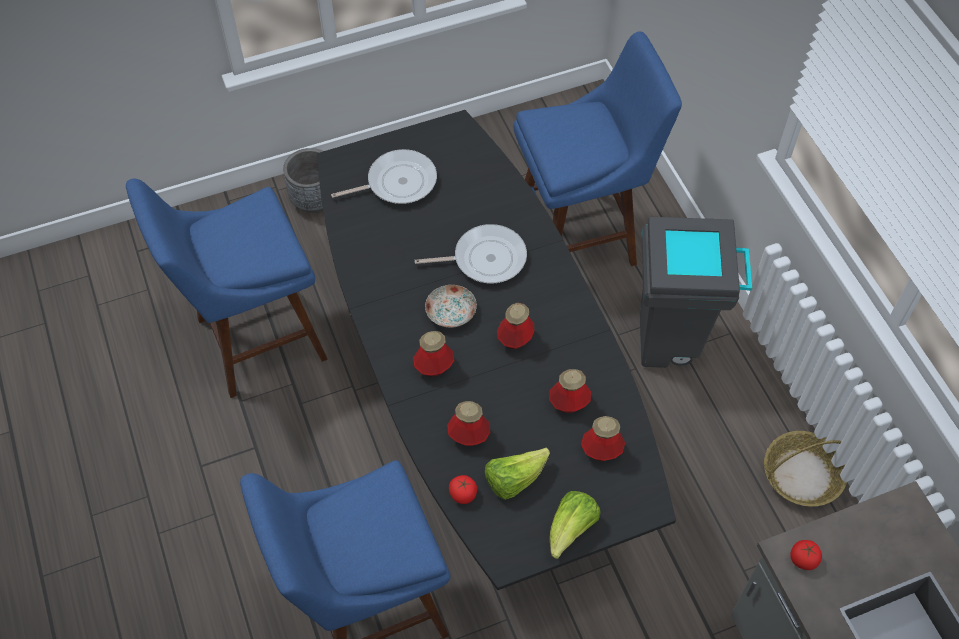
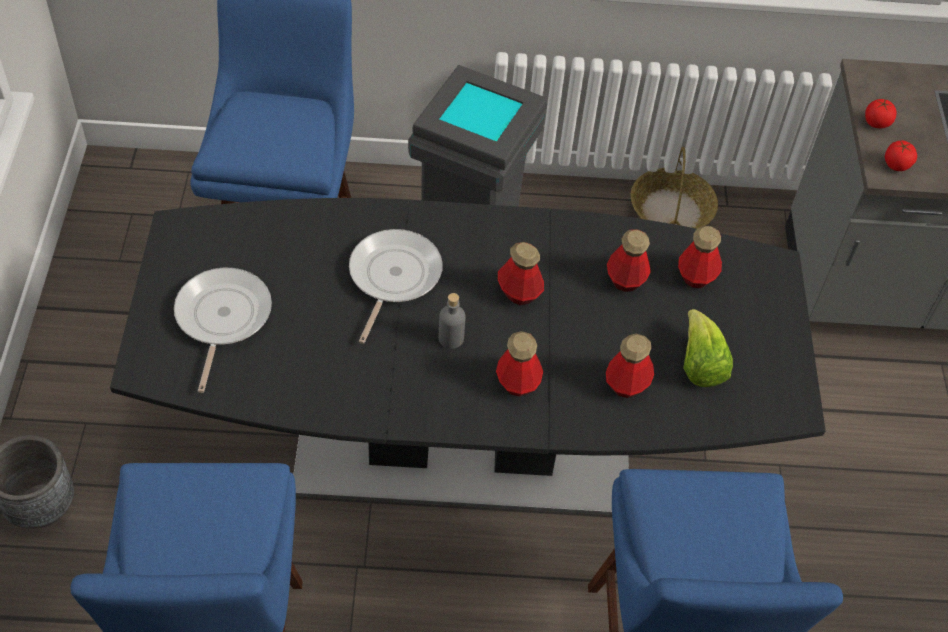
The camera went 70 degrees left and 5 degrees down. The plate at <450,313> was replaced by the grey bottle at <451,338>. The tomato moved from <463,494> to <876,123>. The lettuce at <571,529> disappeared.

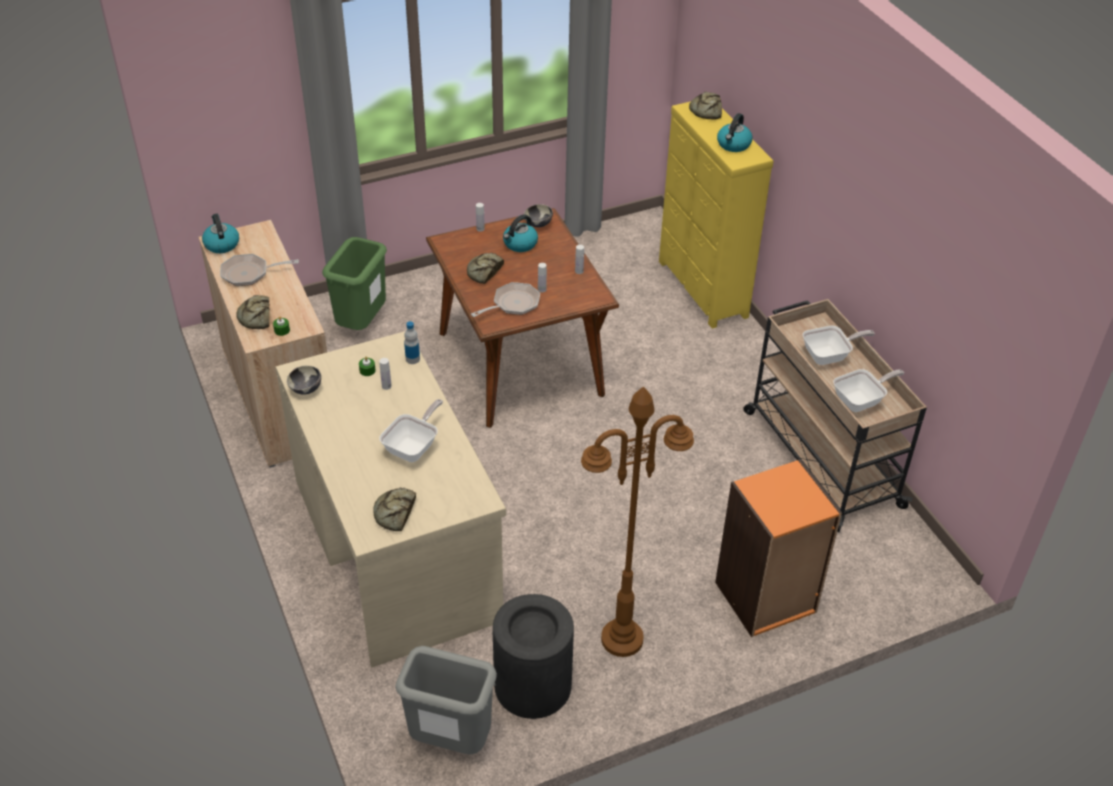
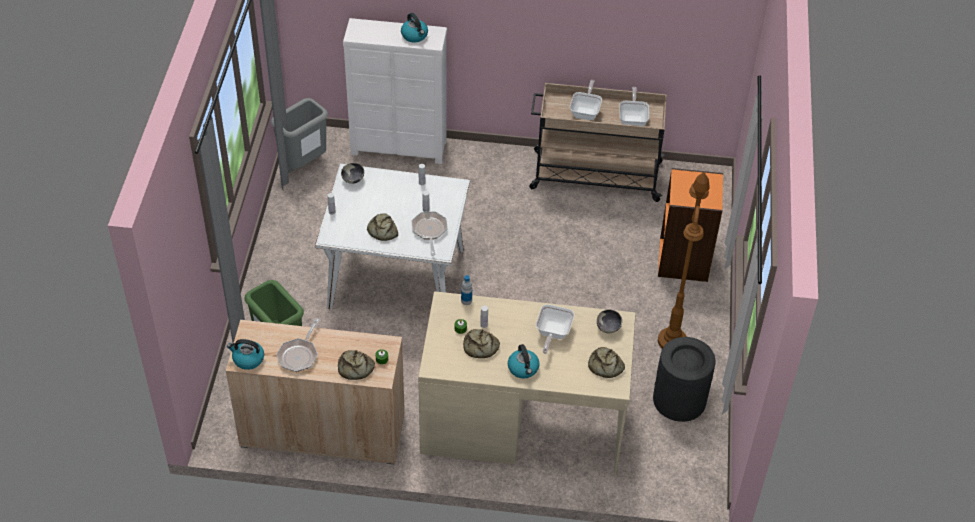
The camera went 60 degrees left and 5 degrees up. The bread moved from <706,111> to <480,347>. The yellow dresser at <701,289> became the white dresser at <399,148>. The brown dining table at <520,363> became the white dining table at <396,278>. The kettle moved from <520,244> to <523,368>. The bowl moved from <306,390> to <608,328>. The frying pan at <414,447> turned 135 degrees counterclockwise. The grey trash can moved from <450,742> to <304,164>.

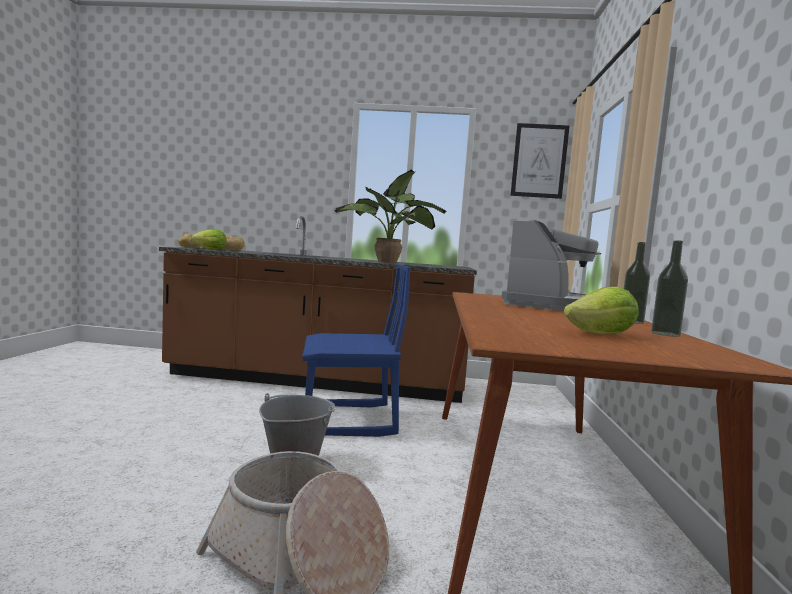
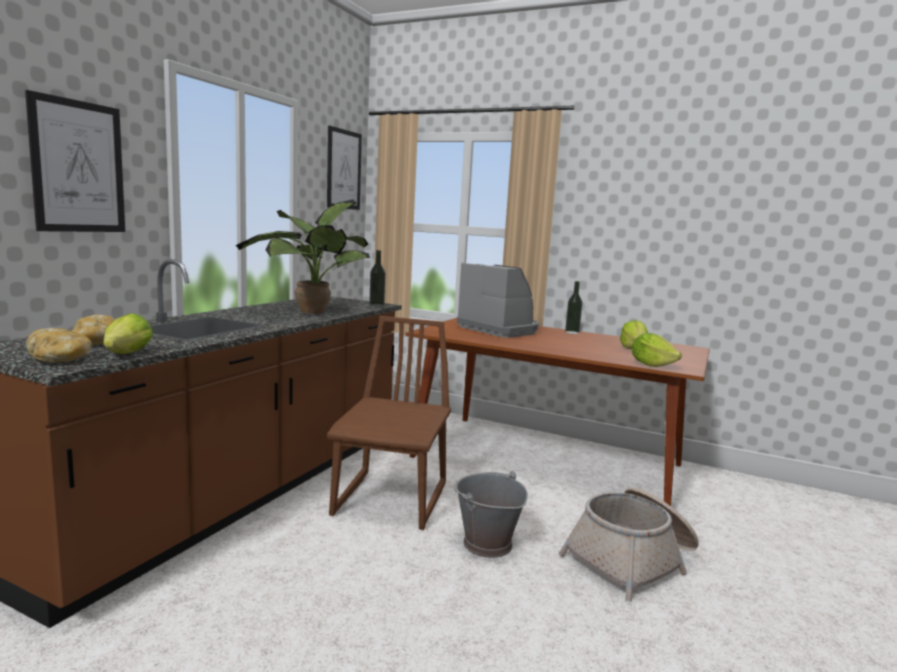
The camera went 70 degrees left and 5 degrees up. The bottle moved from <665,334> to <376,305>. The blue chair at <348,420> became the brown chair at <392,500>. The picture at <78,167> appeared. The lettuce at <652,365> appeared.

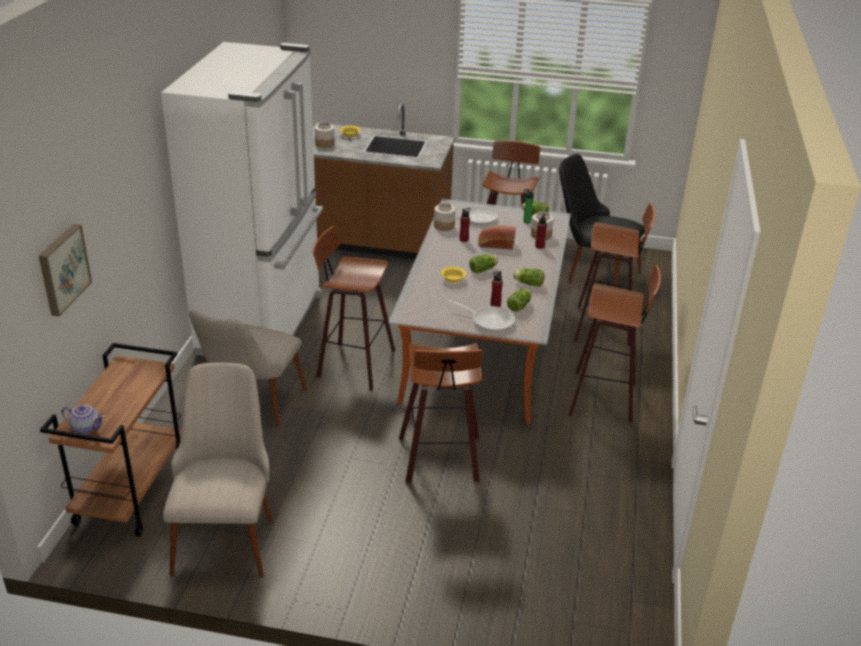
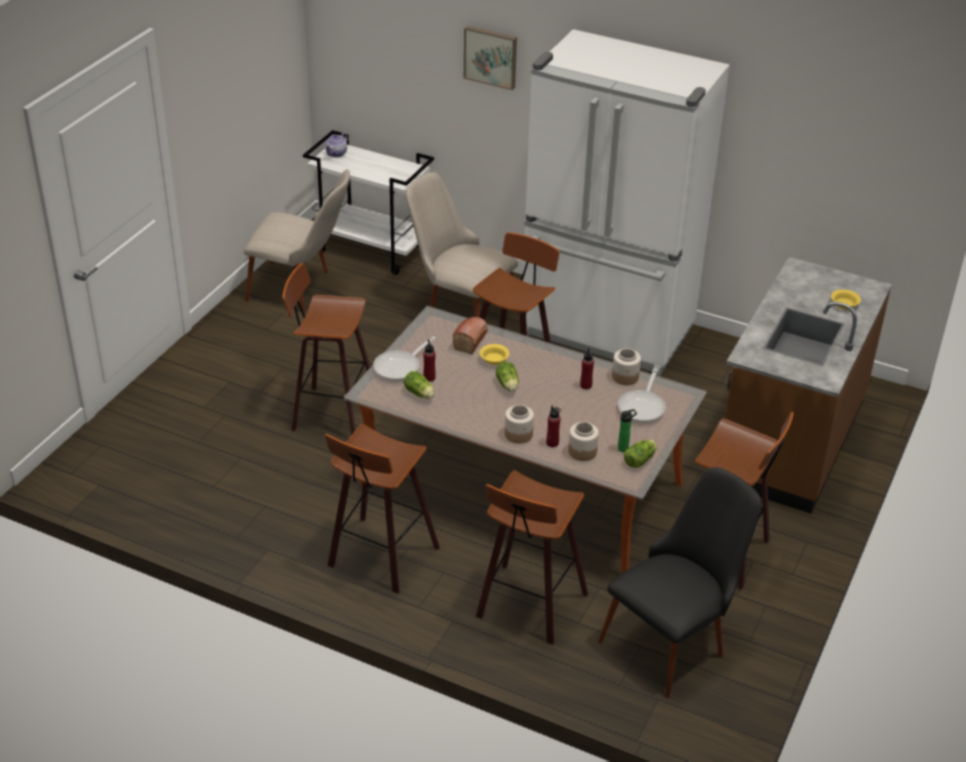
The camera went 105 degrees right and 5 degrees up. The jar moved from <325,144> to <519,434>. The picture moved from <62,269> to <491,56>. The bread moved from <495,244> to <471,340>. The lettuce at <528,283> disappeared. The brown cart at <131,492> became the white cart at <372,249>.

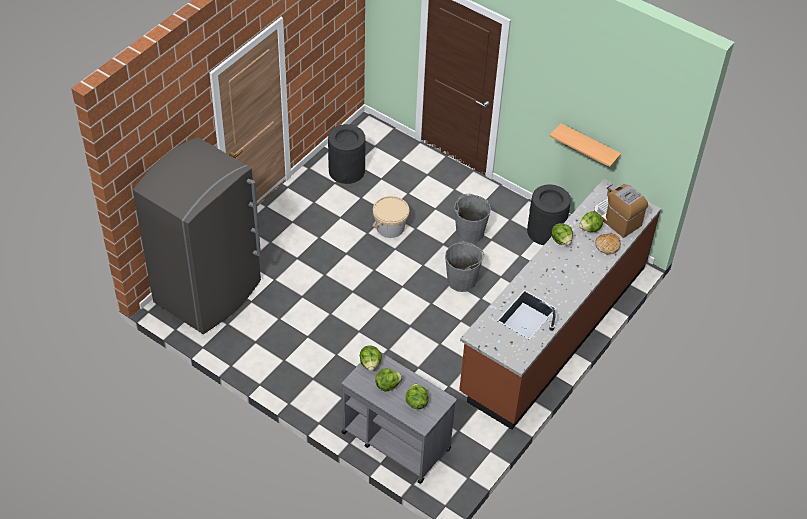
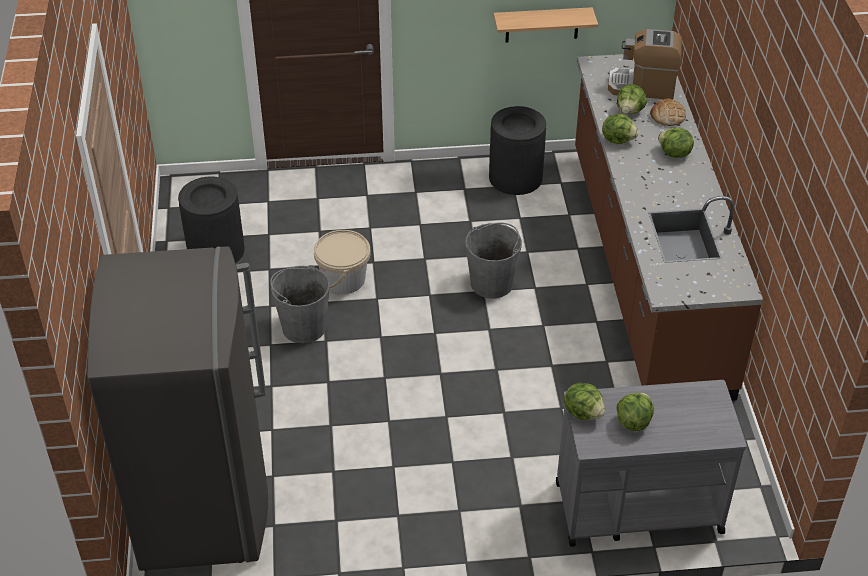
The camera went 40 degrees left and 5 degrees down. The grey bucket moved from <469,232> to <303,327>. The lettuce moved from <416,402> to <674,154>.

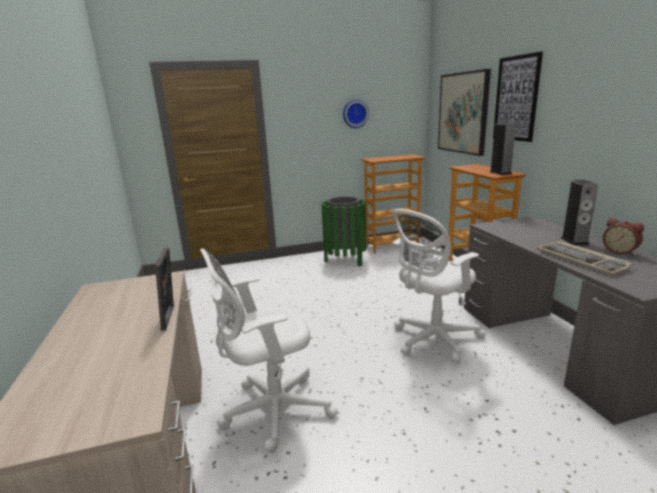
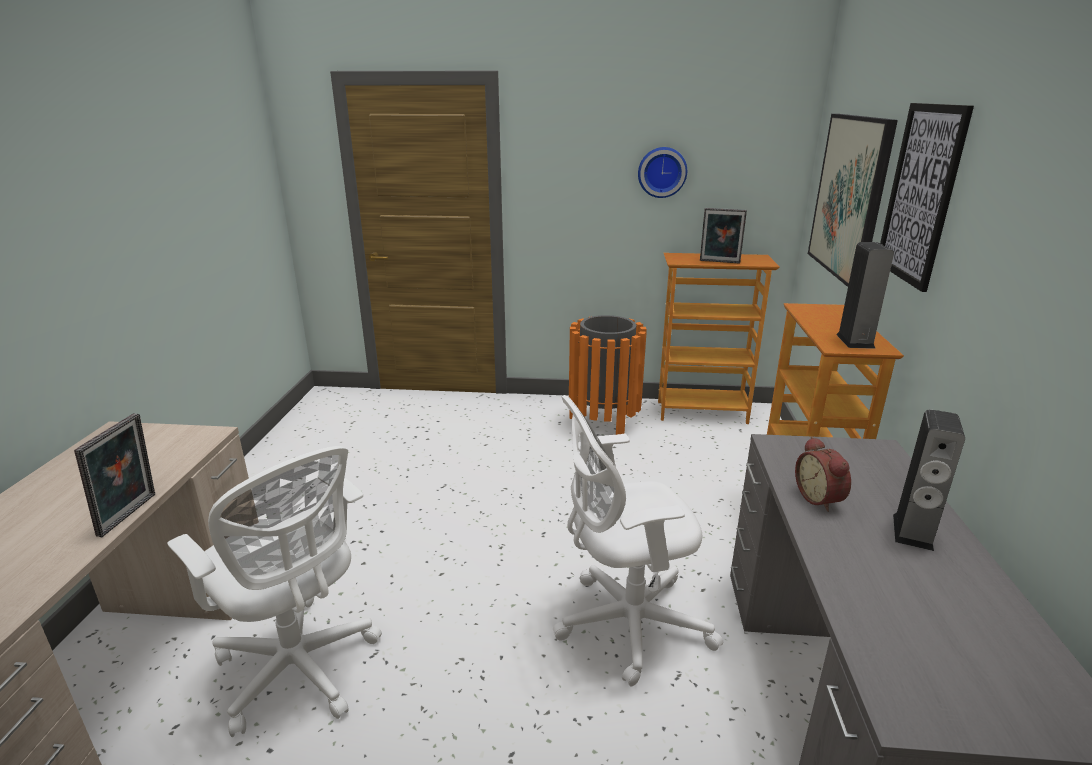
The camera went 20 degrees right and 5 degrees up. The green trash can at <345,260> became the orange trash can at <604,423>. The alarm clock moved from <620,251> to <820,498>. The keyboard at <582,260> disappeared. The white office chair at <271,411> turned 135 degrees counterclockwise. The picture frame at <719,262> appeared.

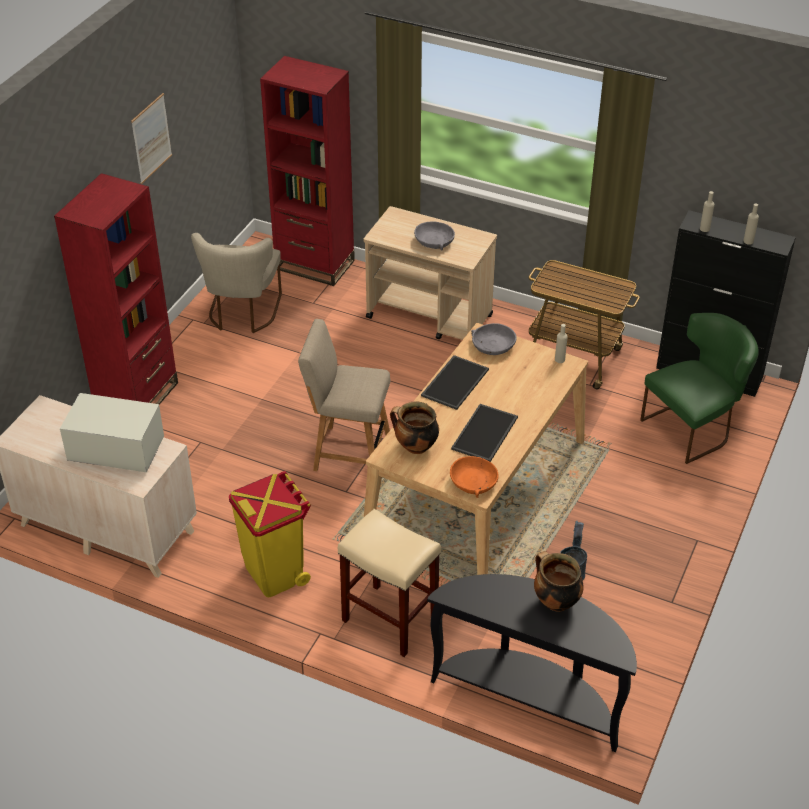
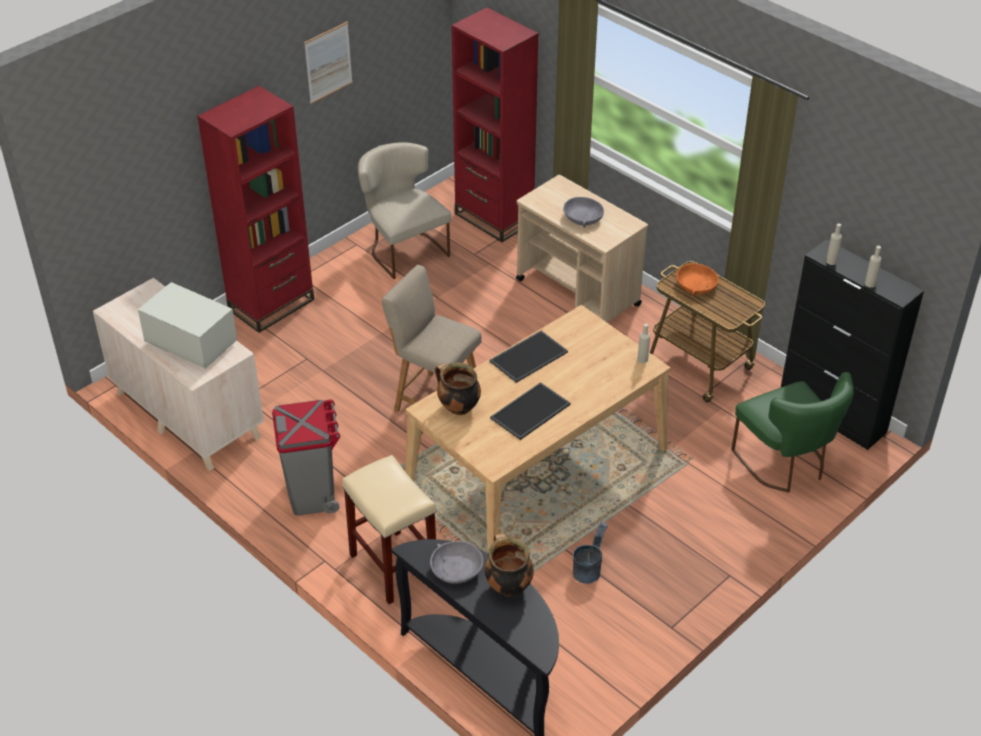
The camera went 20 degrees right and 0 degrees up. The beige chair at <242,314> turned 120 degrees clockwise. The green chair at <693,428> turned 75 degrees clockwise. The grey bowl moved from <493,345> to <456,569>. The orange bowl moved from <473,482> to <696,285>. The yellow trash can at <275,572> became the grey trash can at <312,494>.

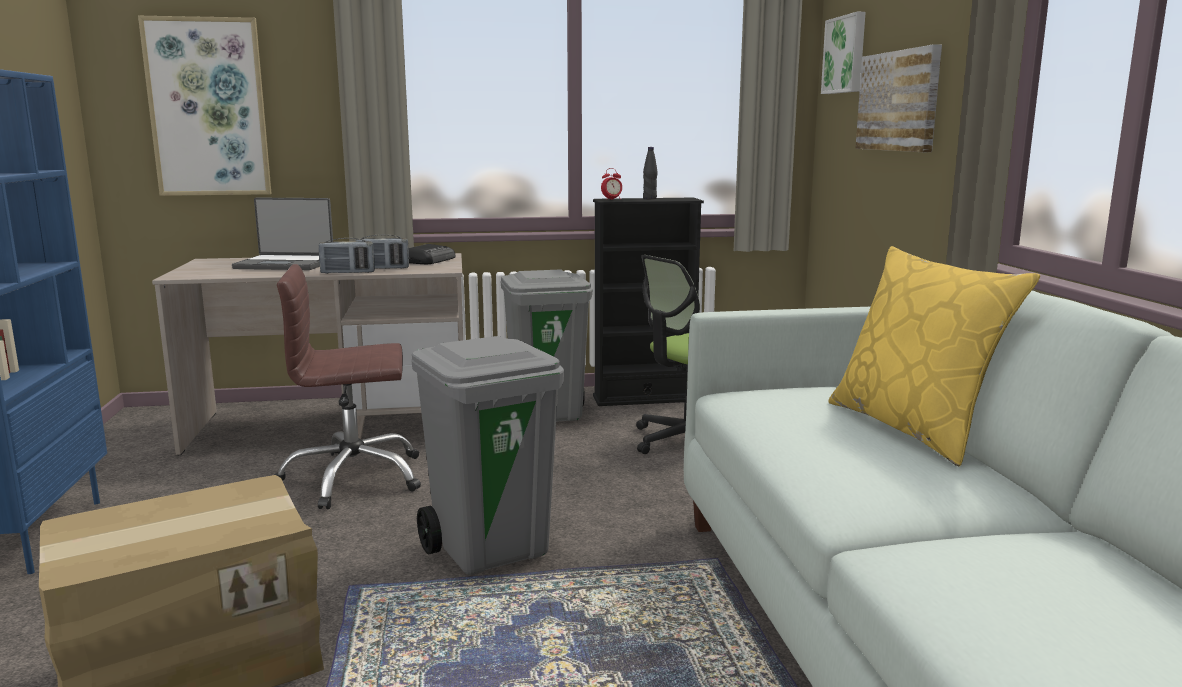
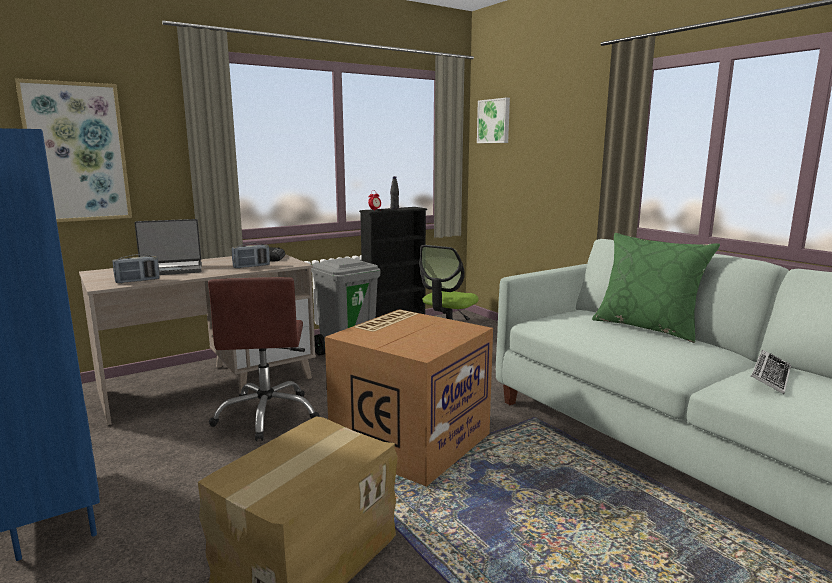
The camera went 25 degrees left and 0 degrees up. The picture at <899,101> disappeared. The radio moved from <348,273> to <137,281>. The yellow pillow at <913,428> became the green pillow at <647,327>. The brown office chair at <353,478> turned 60 degrees counterclockwise. The grey trash can at <492,549> was replaced by the cardboard box at <410,440>. The keyboard at <770,376> appeared.

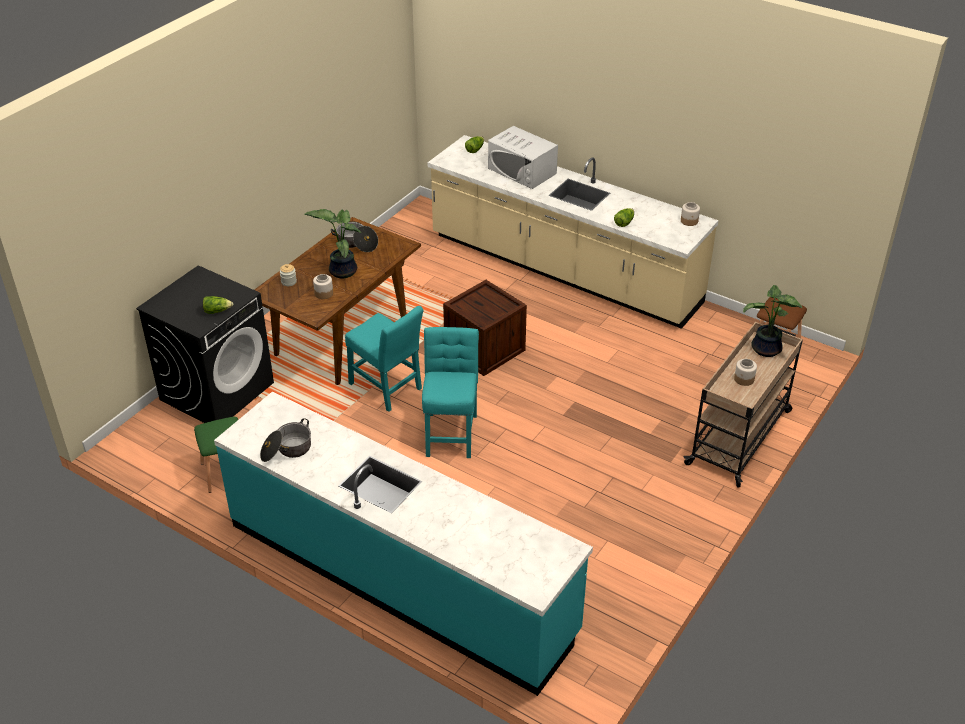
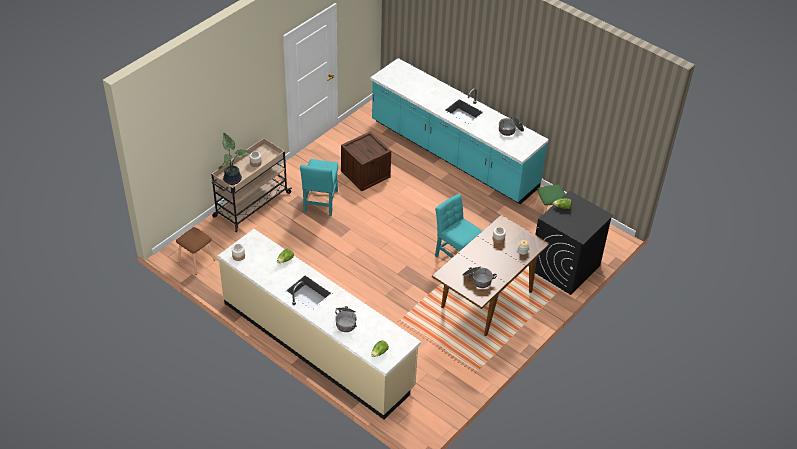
The camera went 175 degrees left and 5 degrees up. The white microwave at <522,171> was replaced by the cooking pot at <346,321>. The potted plant at <341,270> disappeared. The crate moved from <485,349> to <365,174>. The turquoise chair moved from <451,432> to <320,203>.

